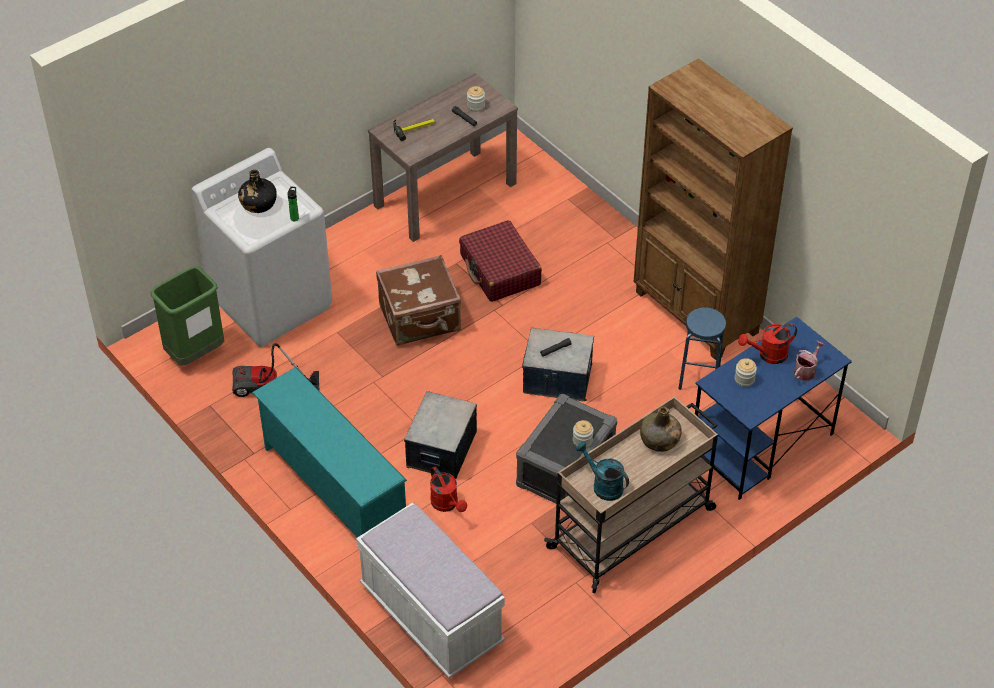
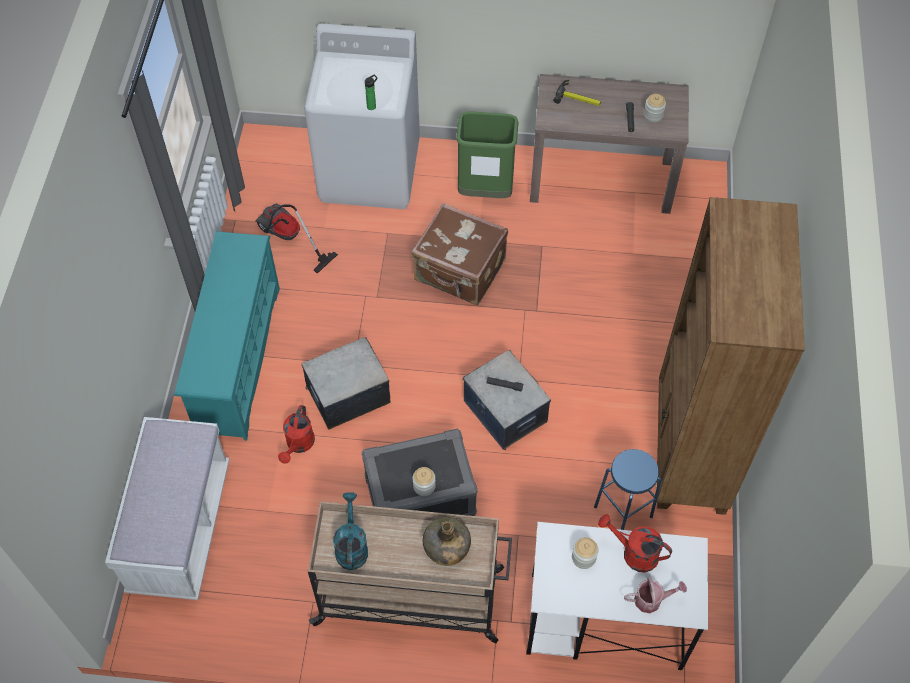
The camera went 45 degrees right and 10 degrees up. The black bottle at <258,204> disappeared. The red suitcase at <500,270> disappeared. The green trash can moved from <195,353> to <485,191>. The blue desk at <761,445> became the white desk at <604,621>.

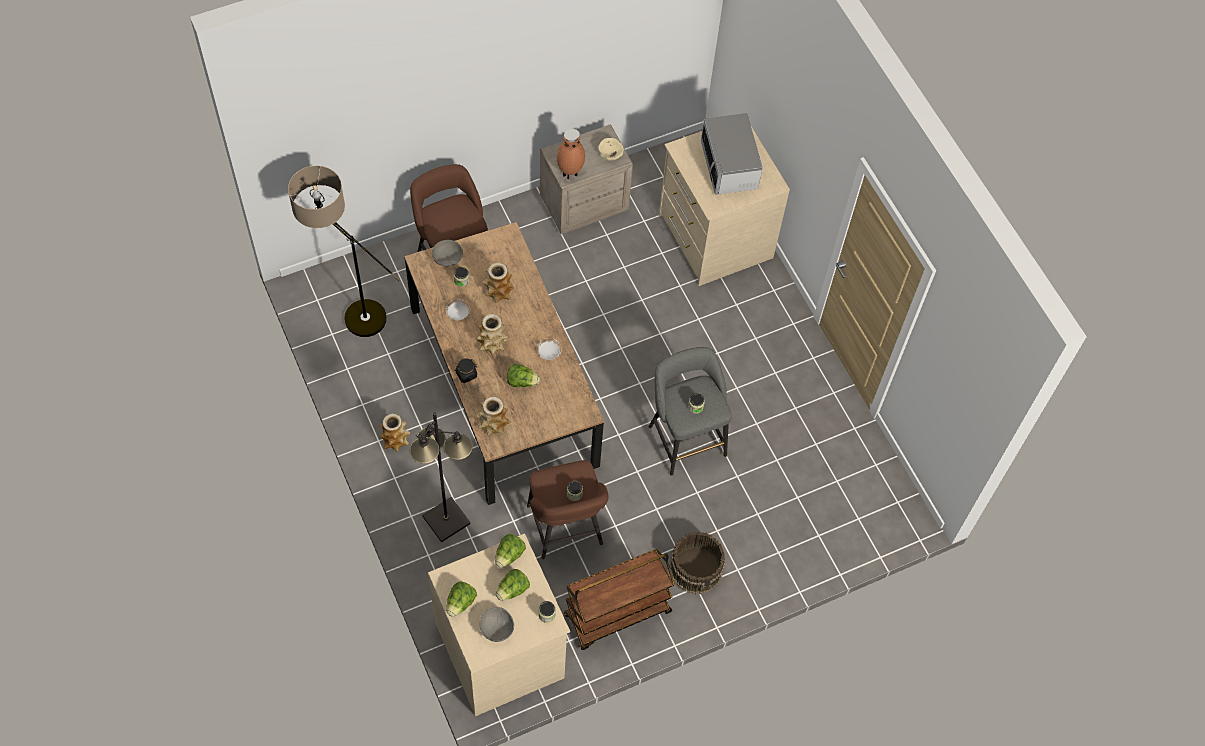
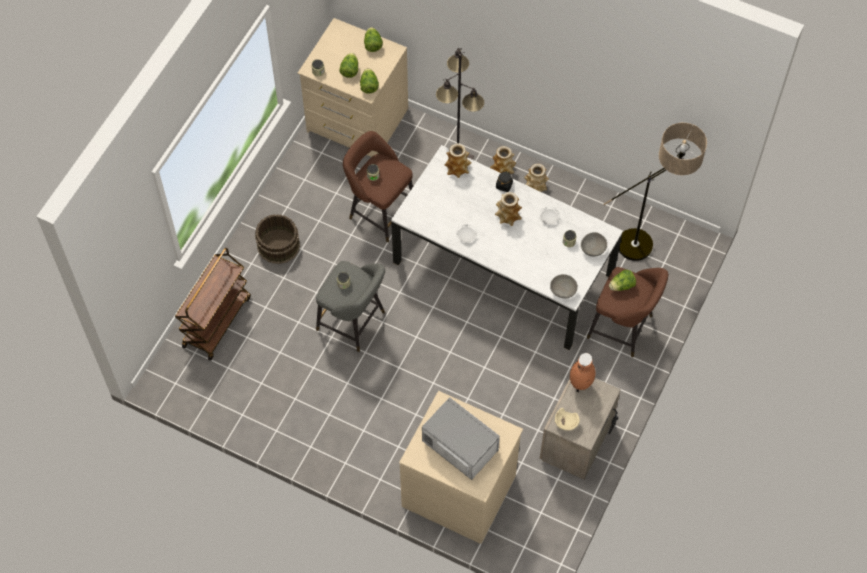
The camera went 145 degrees right and 0 degrees up. The brown dining table at <502,385> became the white dining table at <504,268>. The vase moved from <498,291> to <503,170>. The lettuce moved from <522,381> to <622,286>. The brown cart moved from <617,614> to <216,321>. The grey bowl moved from <496,628> to <563,291>.

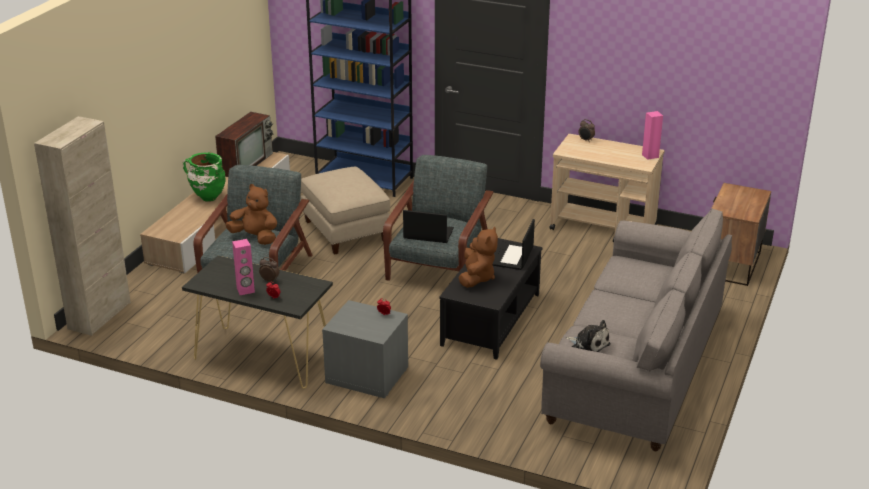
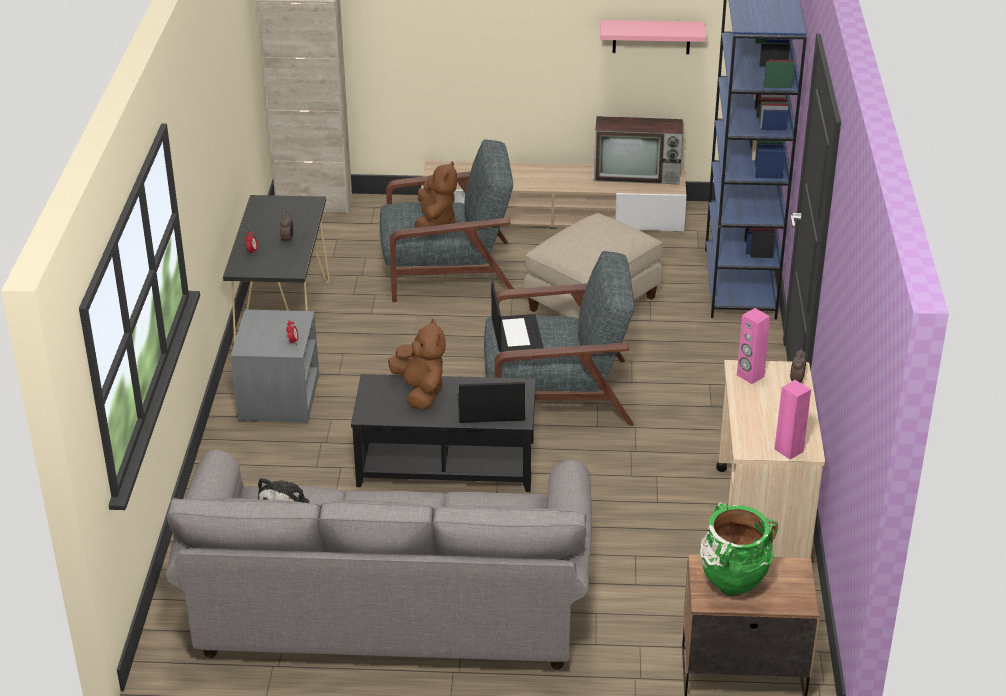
The camera went 70 degrees right and 5 degrees up. The green vase moved from <208,198> to <732,586>. The brown plush toy at <477,277> turned 105 degrees counterclockwise. The pink speaker moved from <245,290> to <750,376>. The pink shelf at <651,36> appeared.

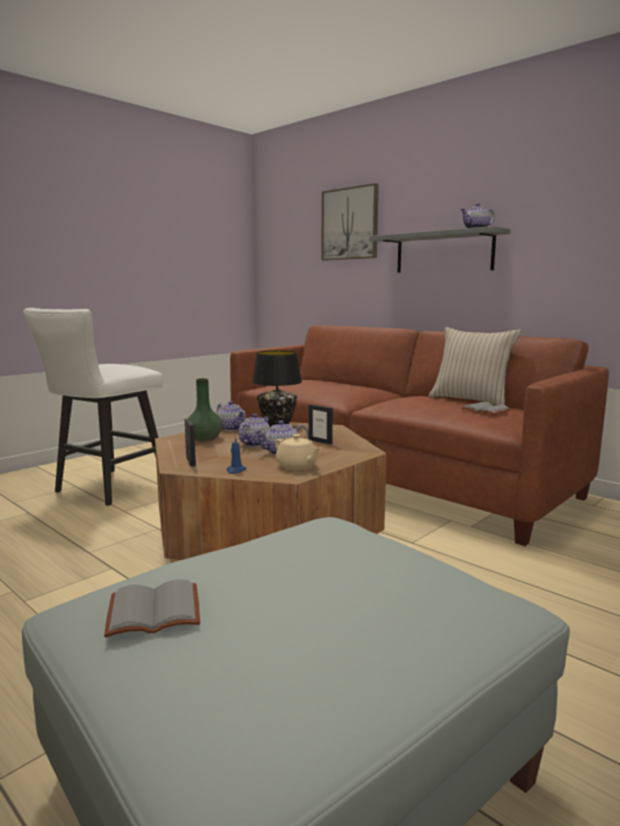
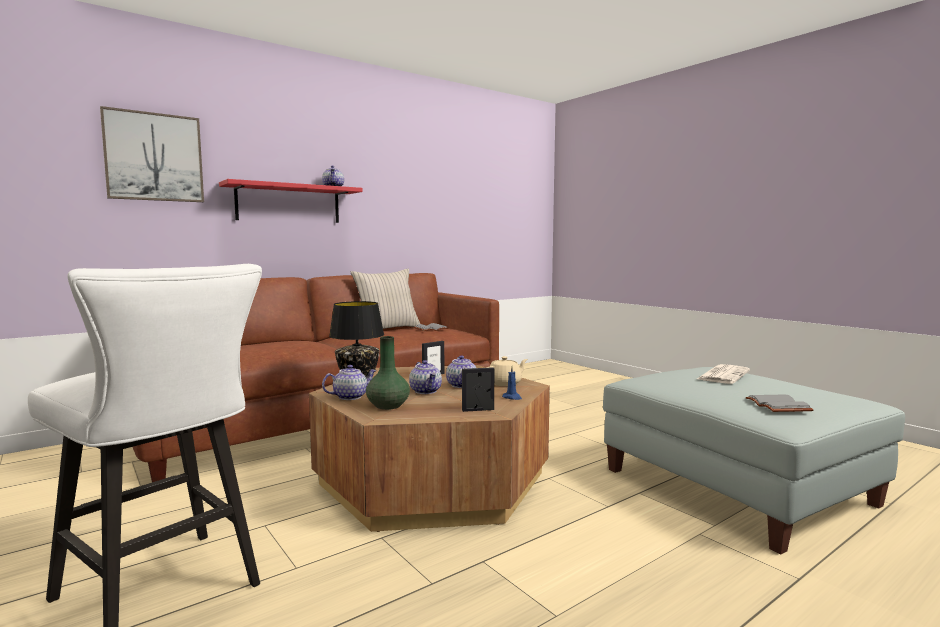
The camera went 80 degrees left and 5 degrees down. The grey shelf at <443,252> became the red shelf at <289,204>. The teapot at <254,444> turned 150 degrees counterclockwise. The newspaper at <723,375> appeared.

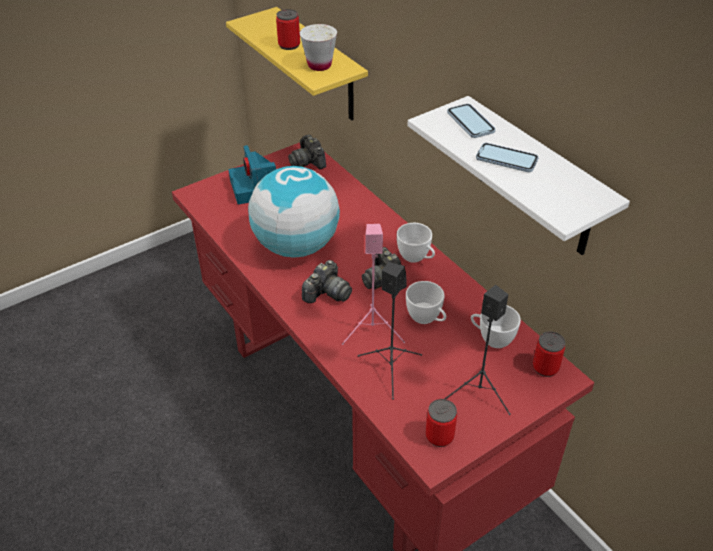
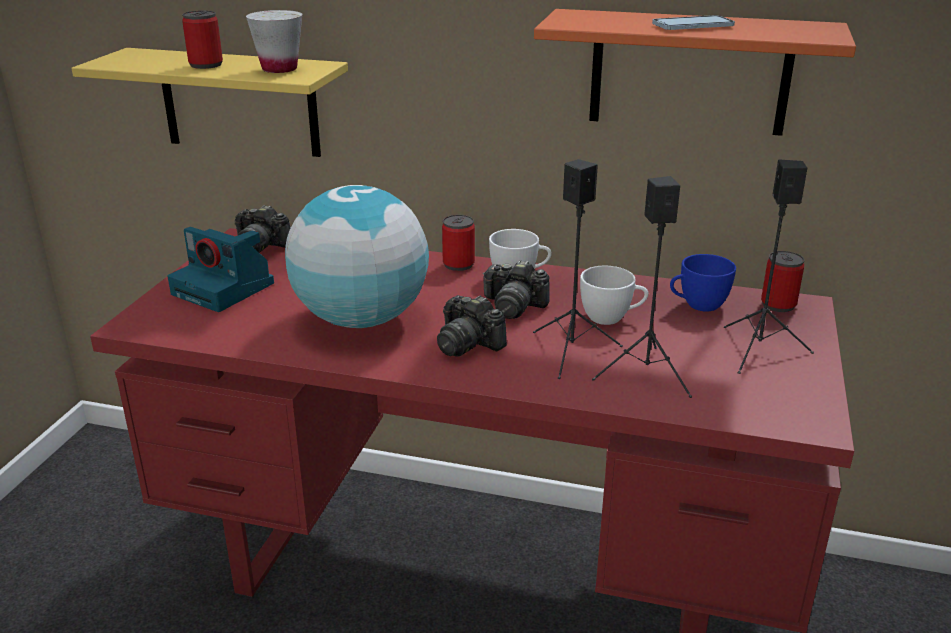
The camera went 40 degrees left and 15 degrees down. The white shelf at <535,180> became the orange shelf at <689,72>. The phone at <470,122> disappeared. The pink speaker at <373,330> became the black speaker at <572,351>. The photo camera at <327,293> turned 135 degrees clockwise. The white cup at <491,338> became the blue cup at <697,305>. The can moved from <439,436> to <458,264>.

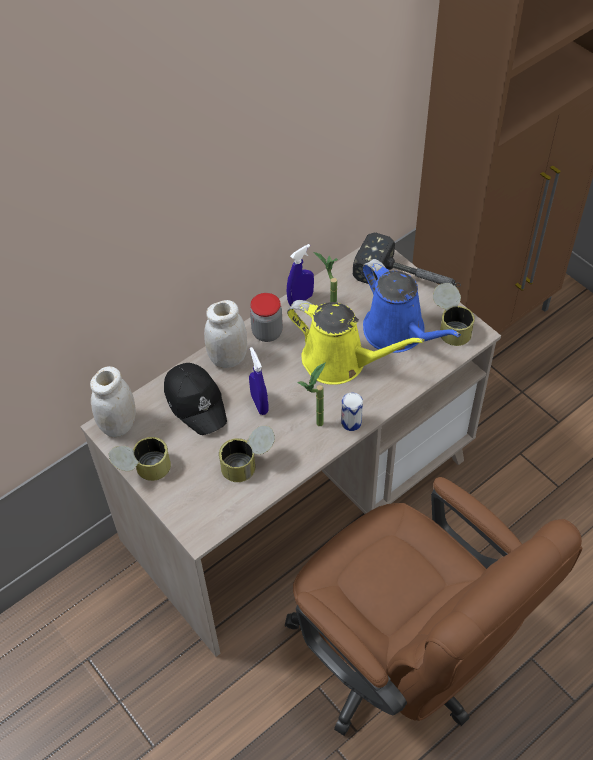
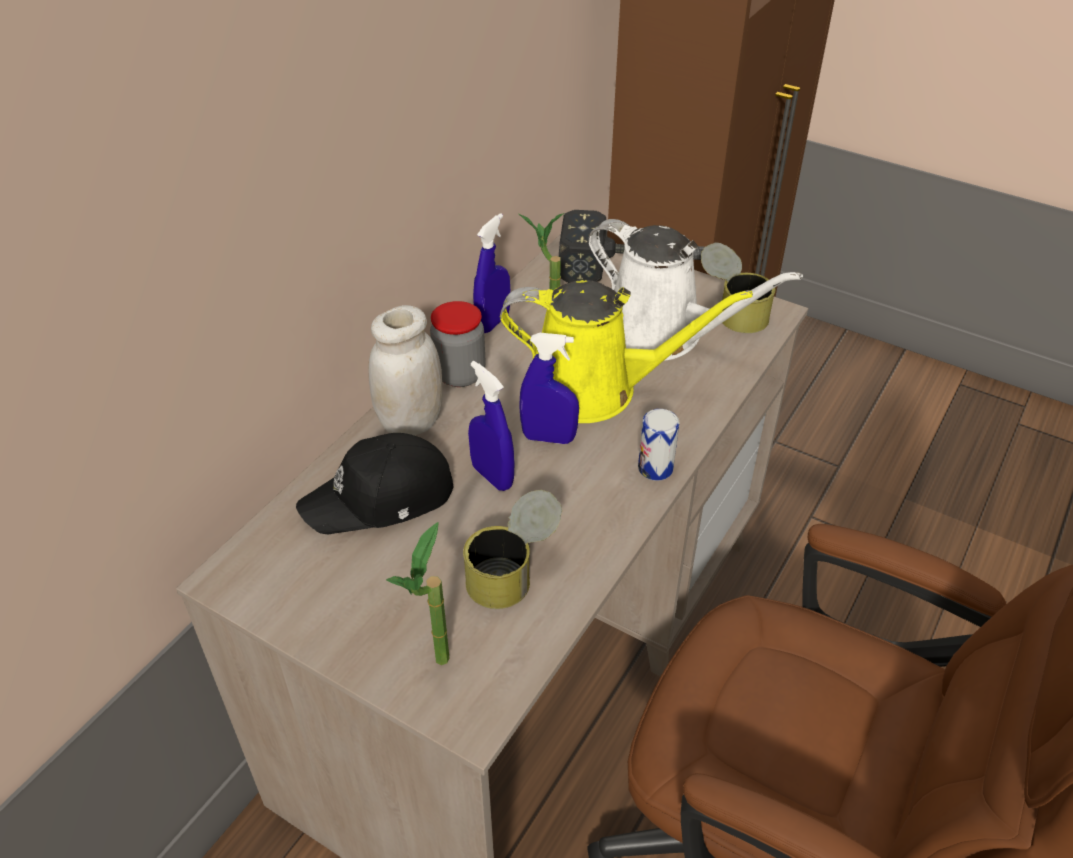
The camera went 20 degrees left and 10 degrees down. The blue watering can at <398,333> became the white watering can at <661,334>. The potted plant moved from <314,428> to <434,671>. The black cap at <196,402> turned 120 degrees clockwise. The white jar at <119,425> disappeared. The can at <143,470> disappeared. The blue spray bottle at <548,438> appeared.

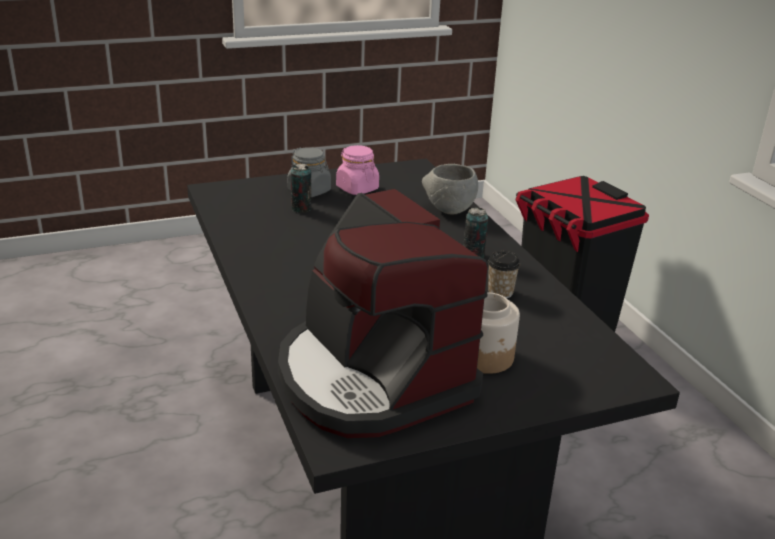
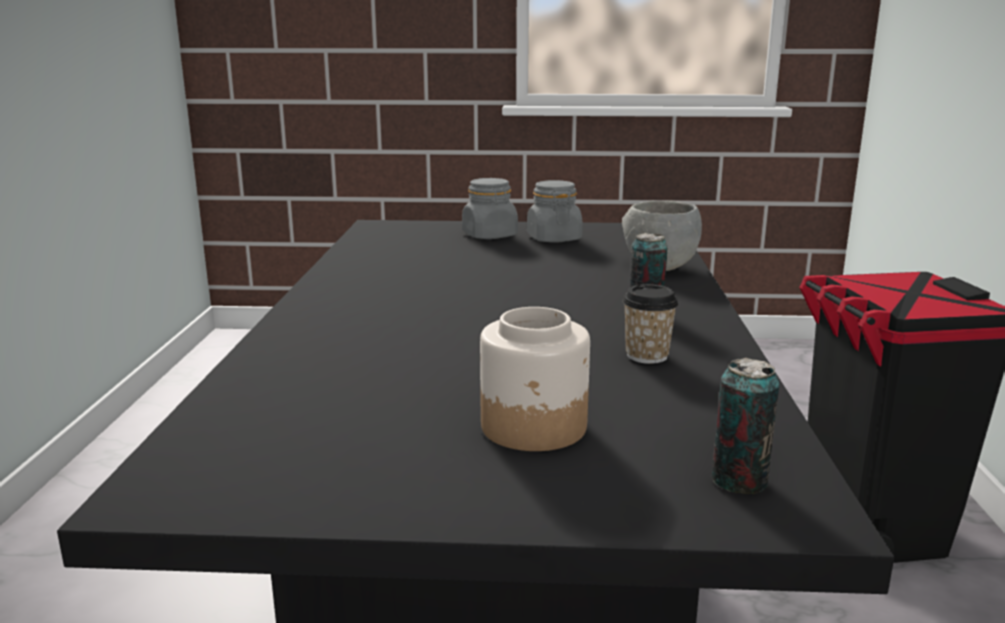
The camera went 25 degrees right and 10 degrees down. The pink jar at <357,188> became the grey jar at <553,238>. The can moved from <301,208> to <739,480>. The coffee machine at <372,378> disappeared.

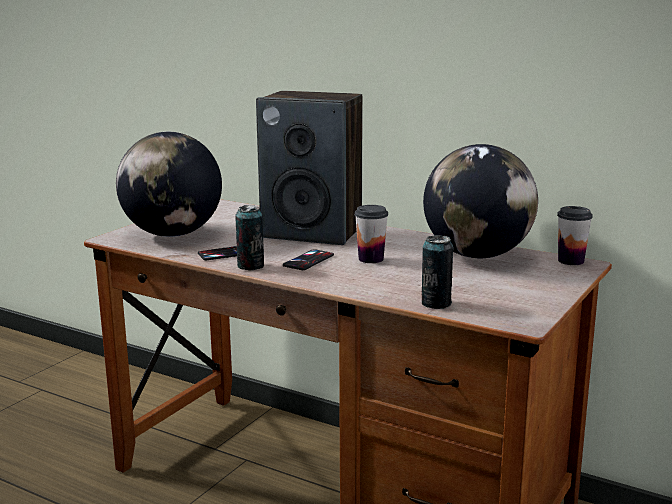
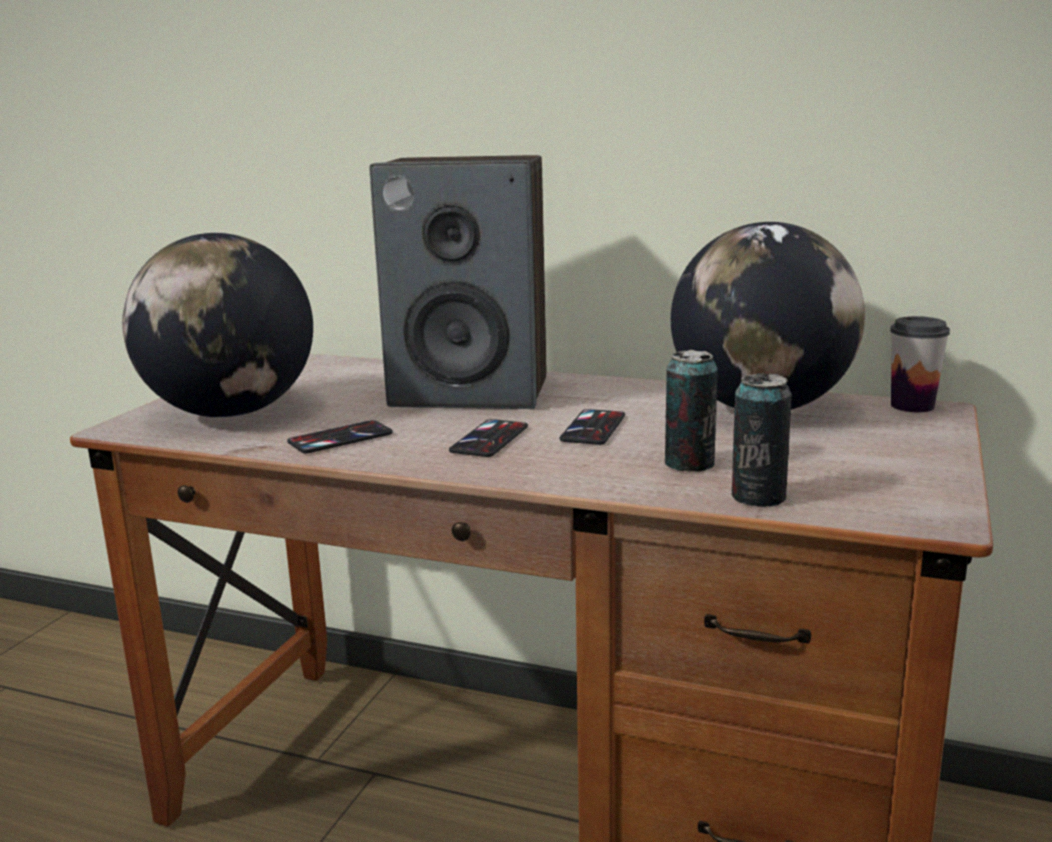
The camera went 10 degrees left and 0 degrees up. The can moved from <250,266> to <689,464>. The cup at <371,259> was replaced by the phone at <593,428>.

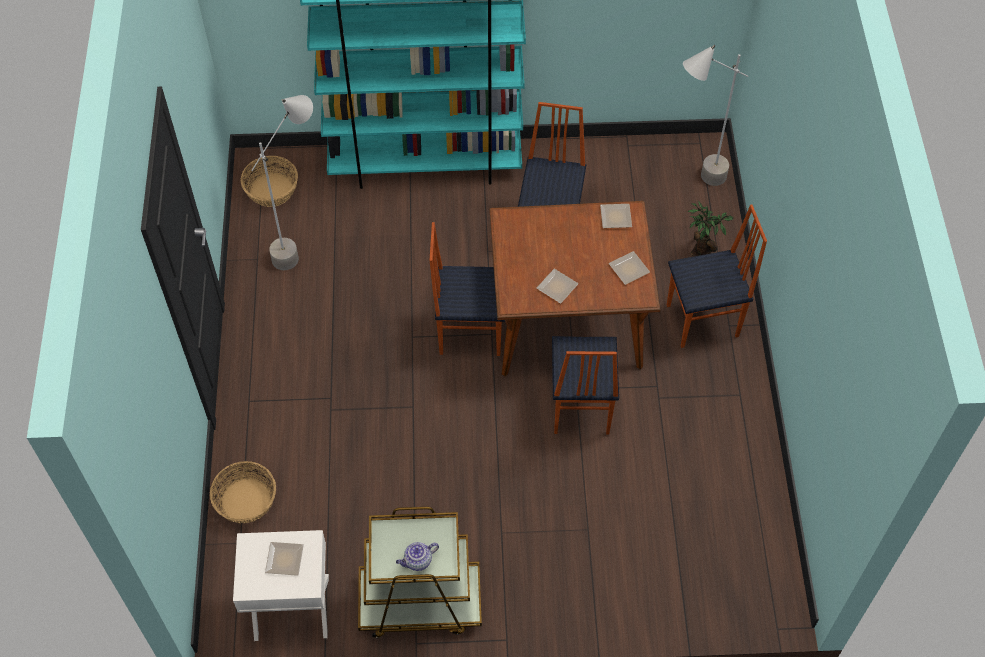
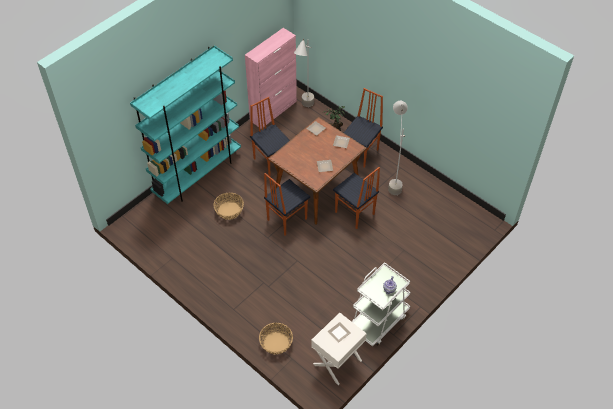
The camera went 45 degrees left and 5 degrees down. The grey floor lamp moved from <301,245> to <393,181>. The basket moved from <271,190> to <229,211>. The brown cart at <419,602> became the white cart at <378,321>. The pink cabinet at <273,111> appeared.

